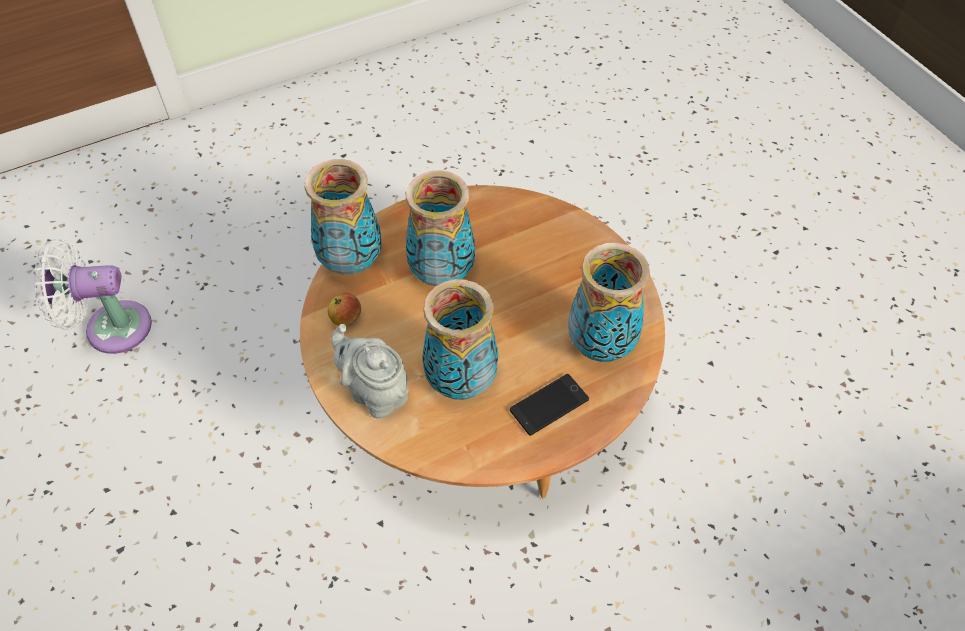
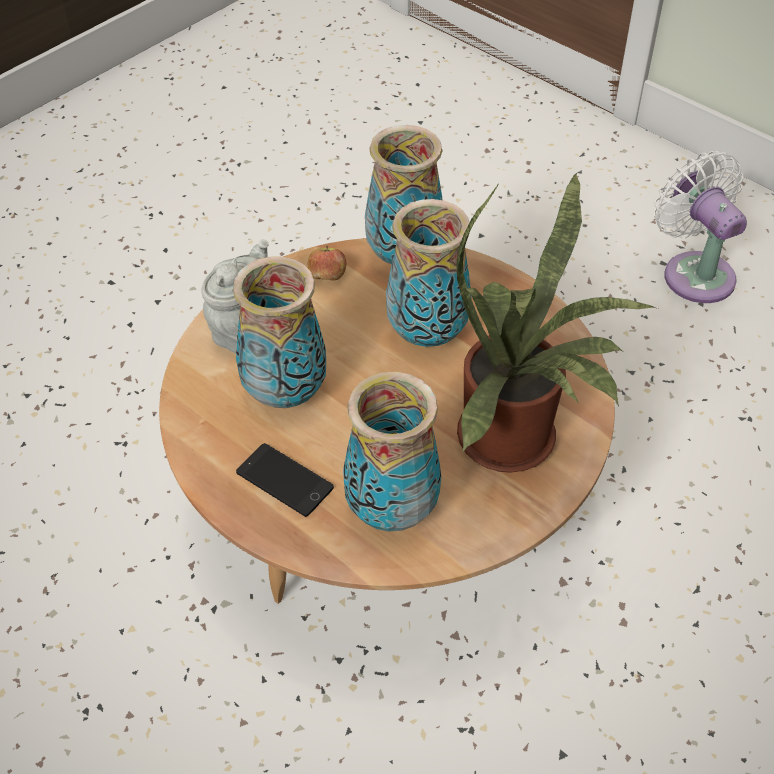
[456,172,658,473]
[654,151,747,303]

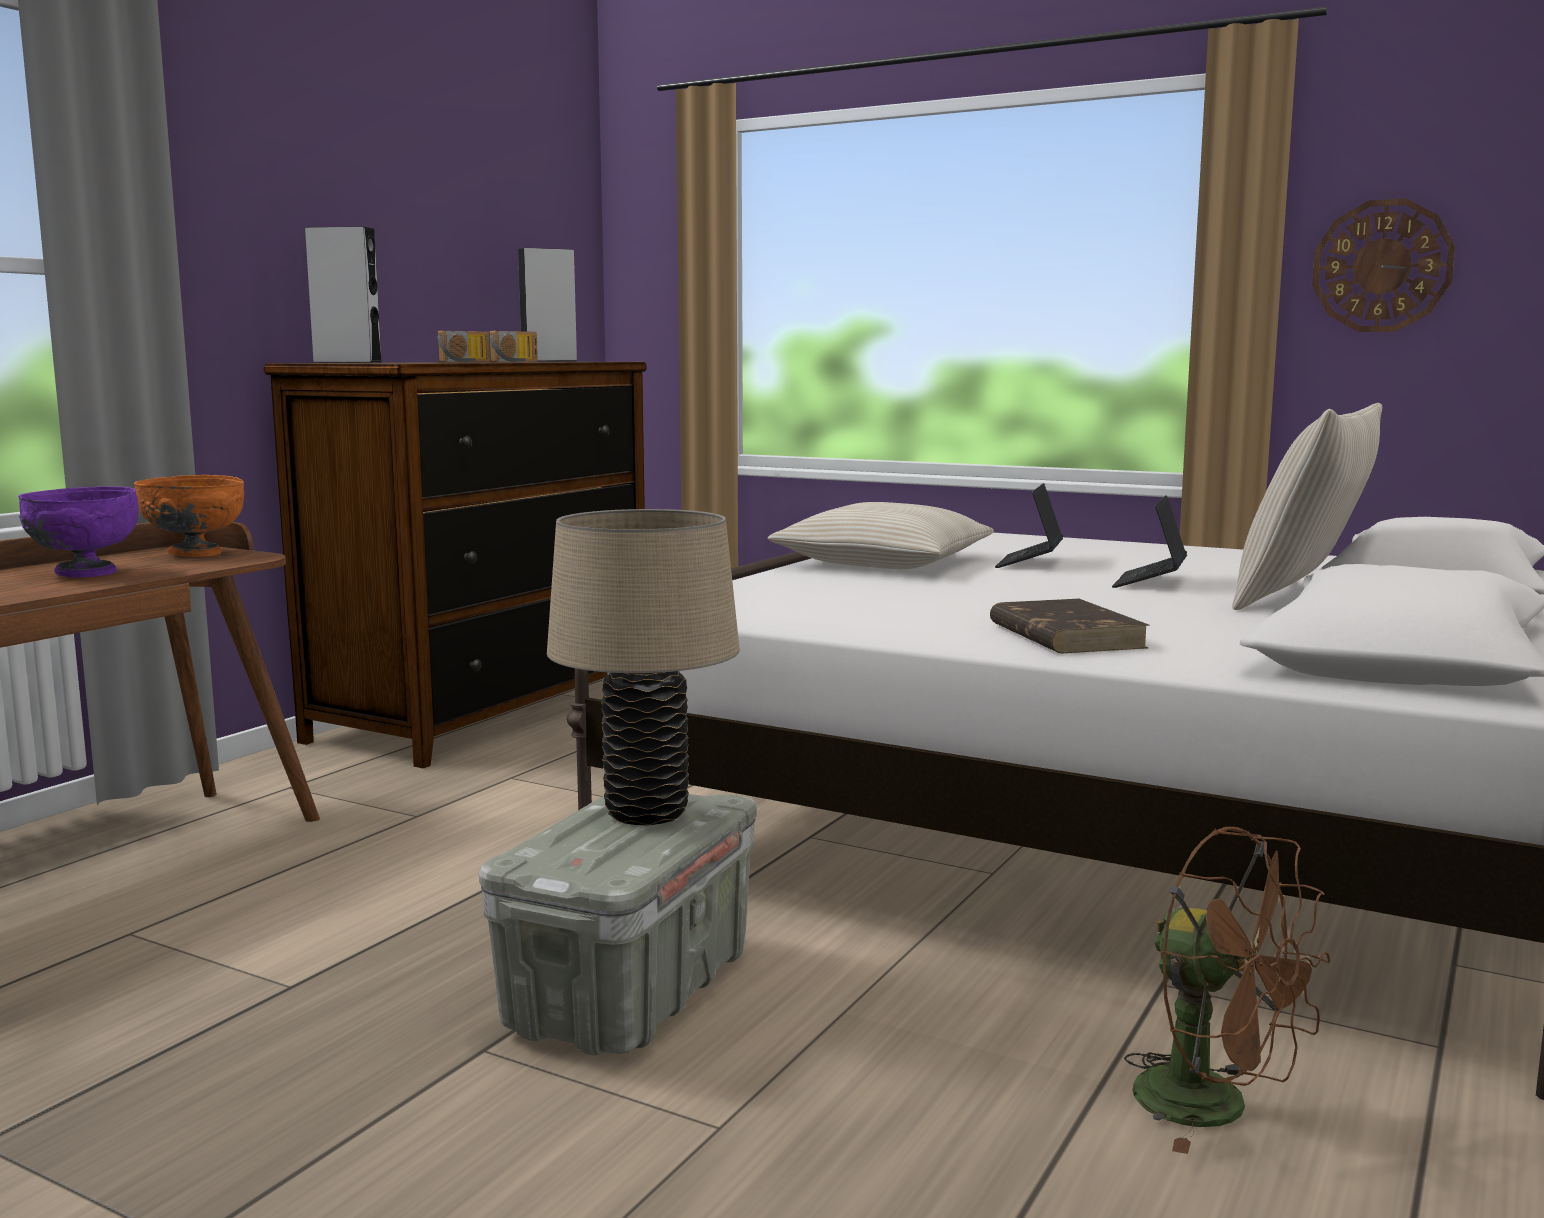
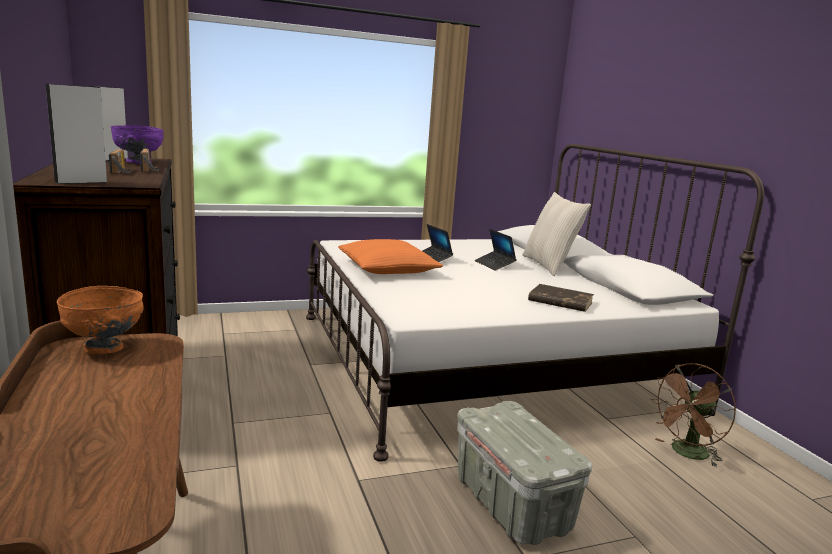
[111,125,164,164]
[338,239,443,274]
[651,363,736,467]
[547,509,740,825] (first image)
[1312,199,1455,332] (first image)

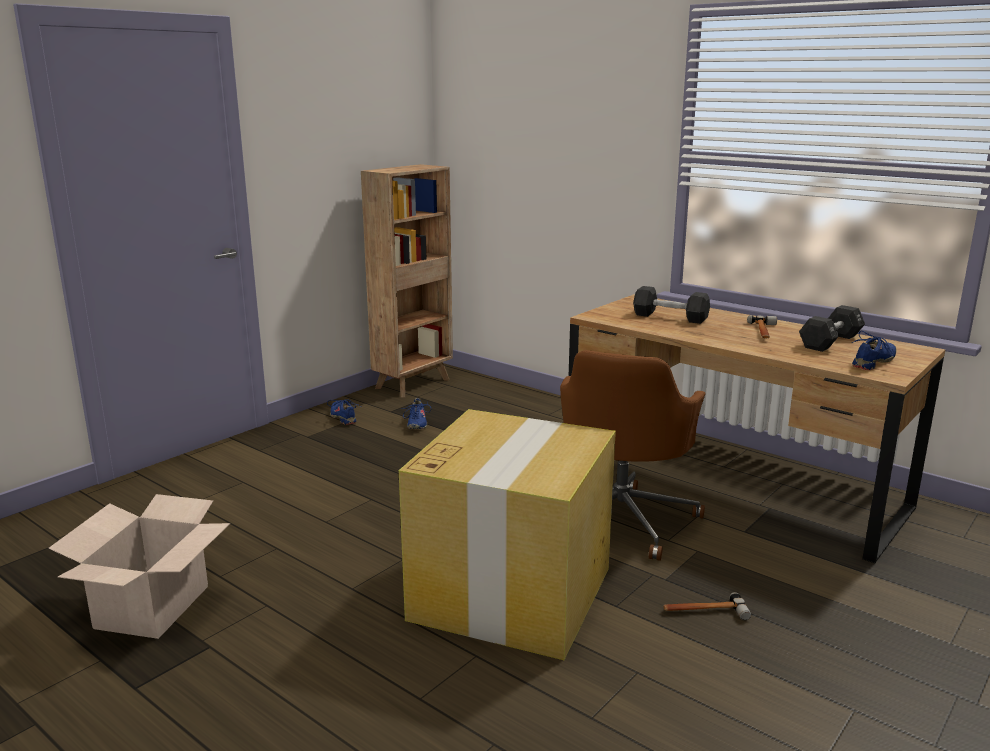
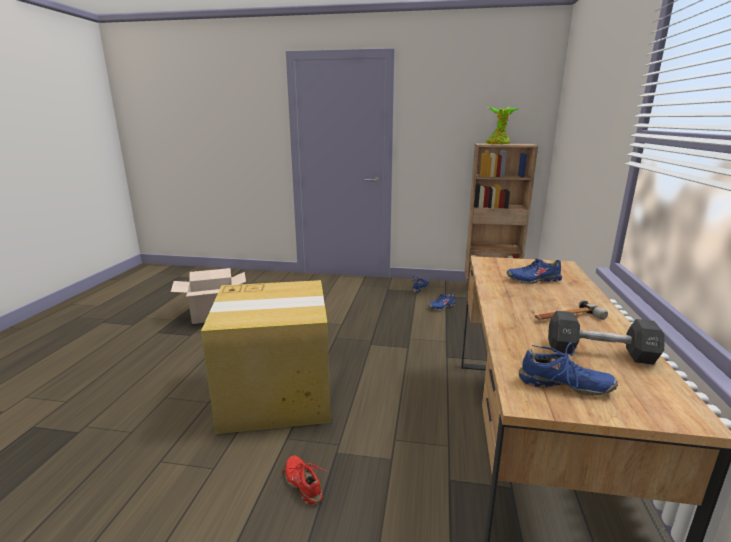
[283,455,328,505]
[486,107,520,144]
[507,258,562,284]
[560,350,706,561] (first image)

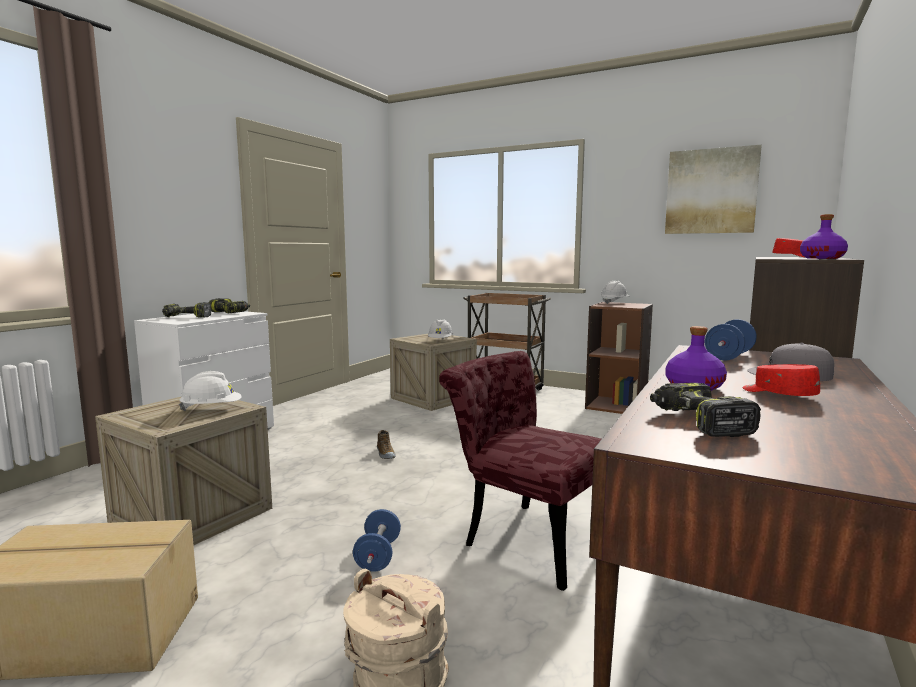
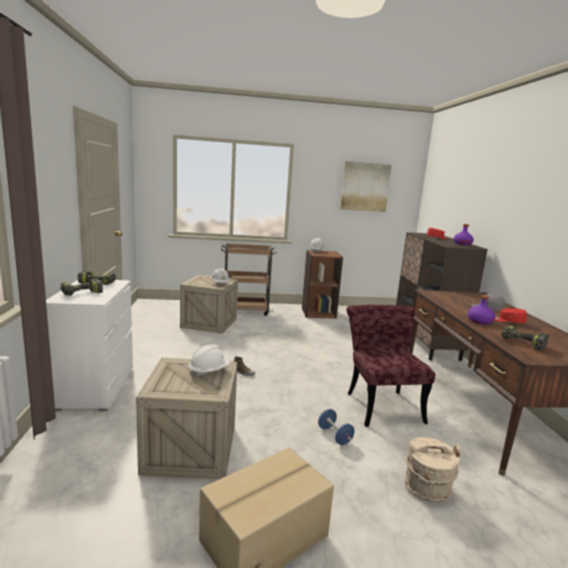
[346,305,435,427]
[705,319,757,360] (first image)

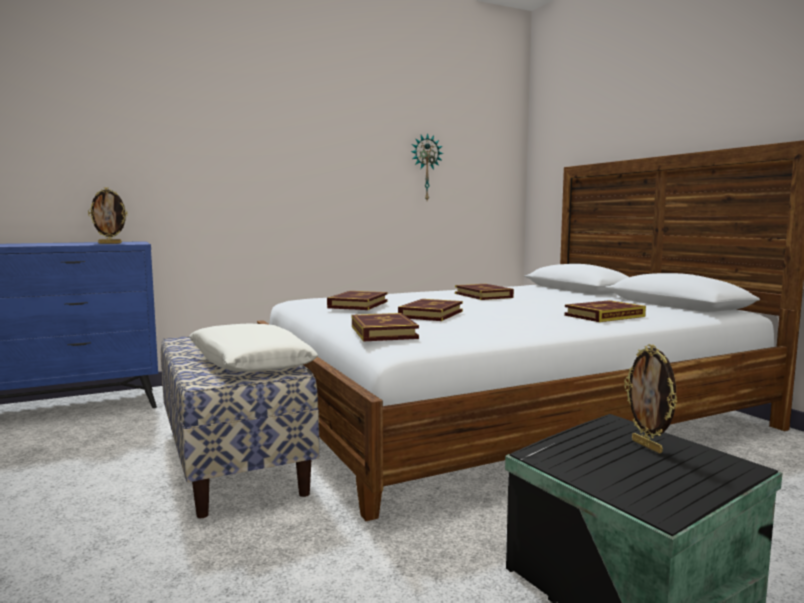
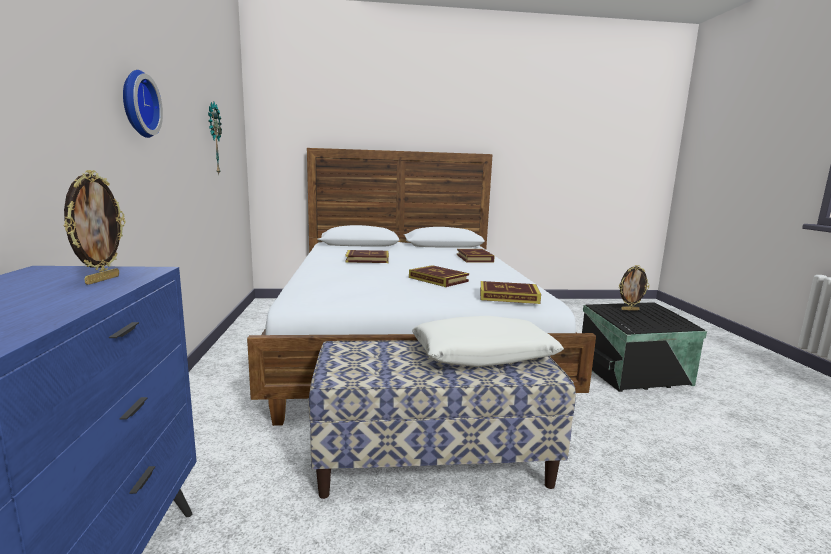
[123,70,163,138]
[327,291,388,310] (first image)

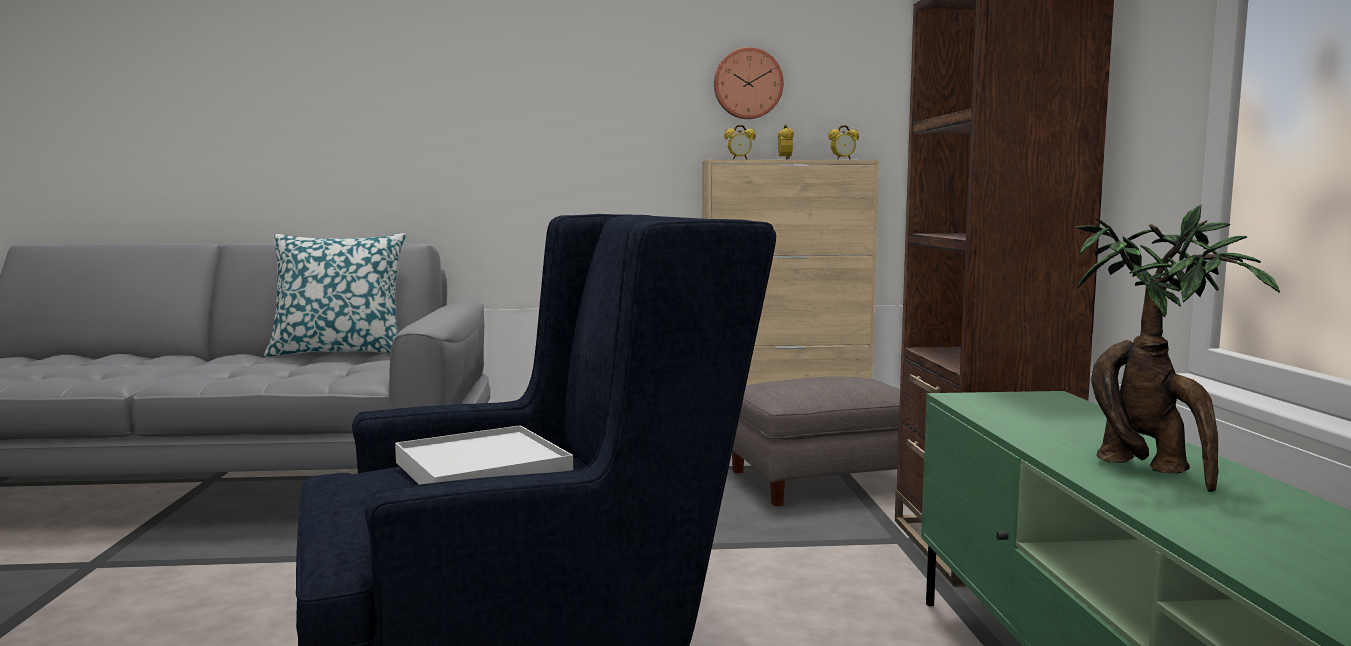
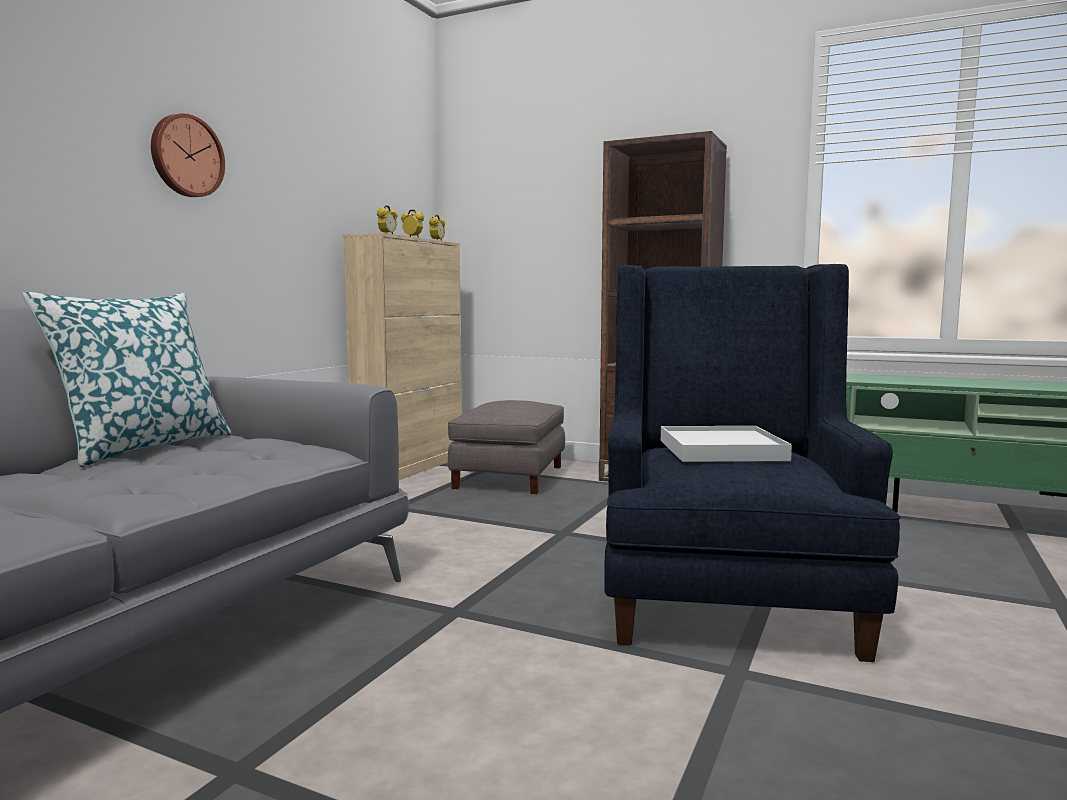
[151,113,225,197]
[1075,204,1280,492] (first image)

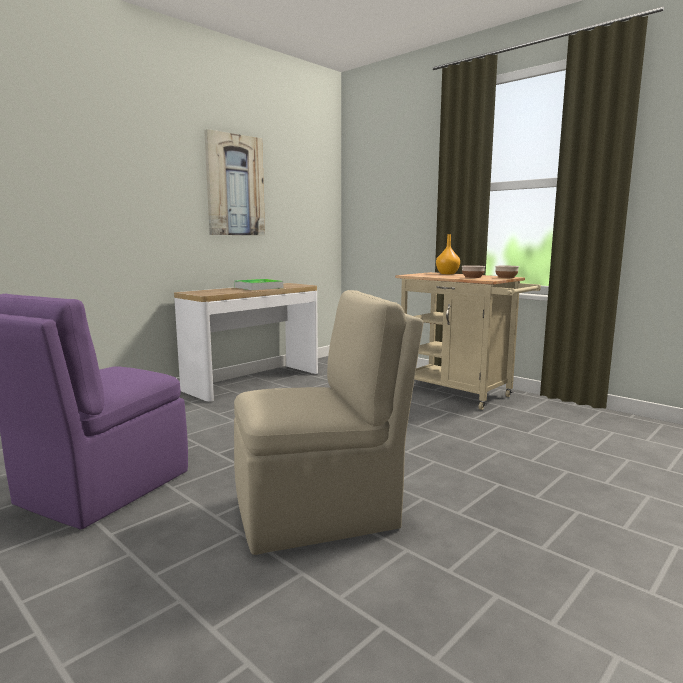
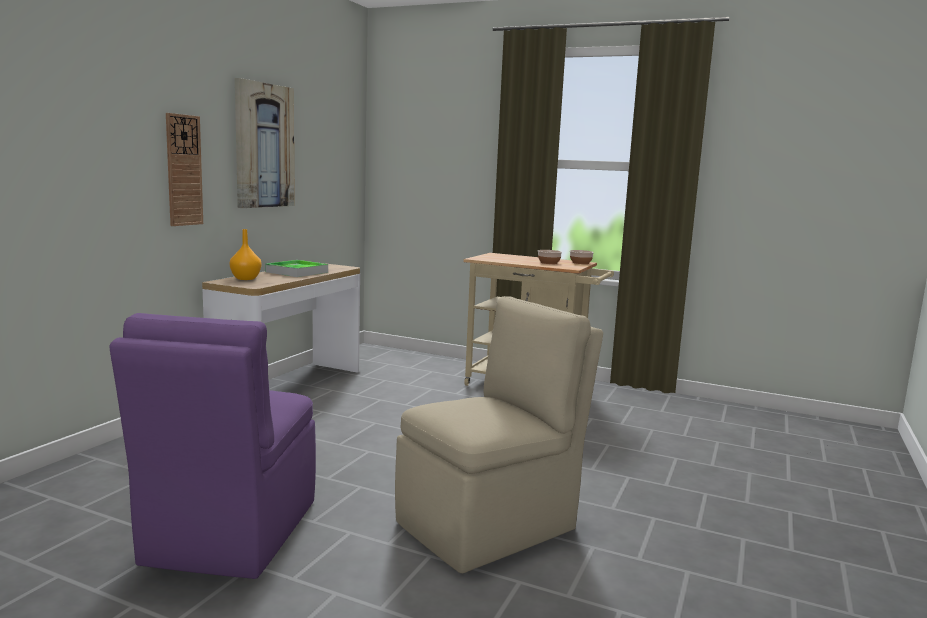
[166,113,203,226]
[230,229,262,280]

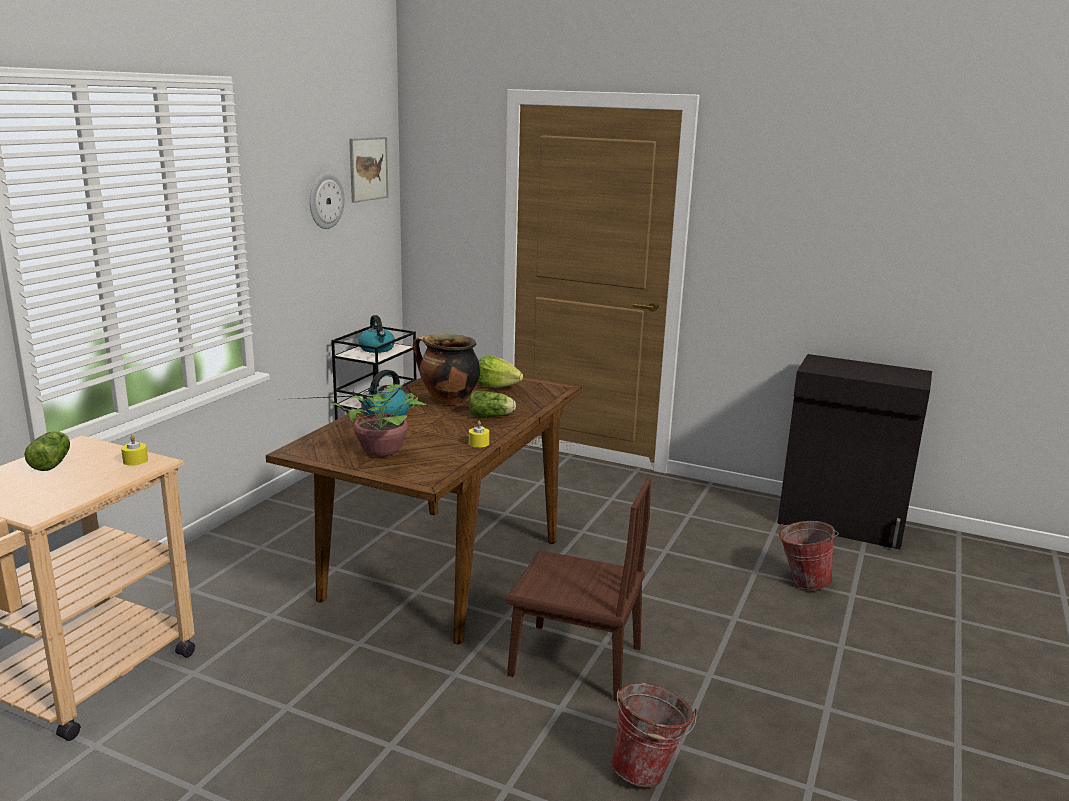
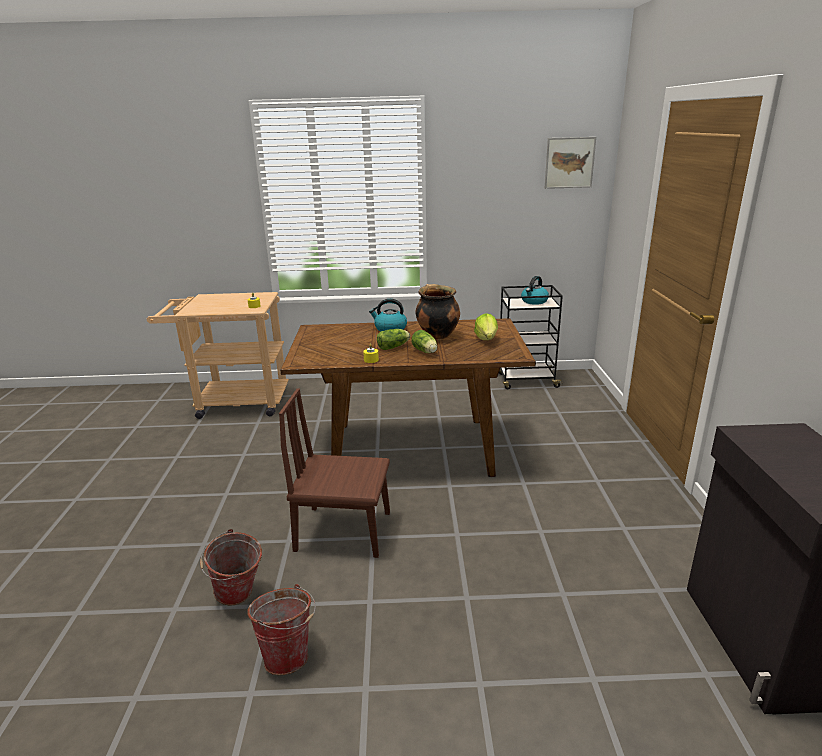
[247,584,316,675]
[279,388,390,558]
[377,329,410,350]
[276,381,426,457] (first image)
[310,173,345,229] (first image)

